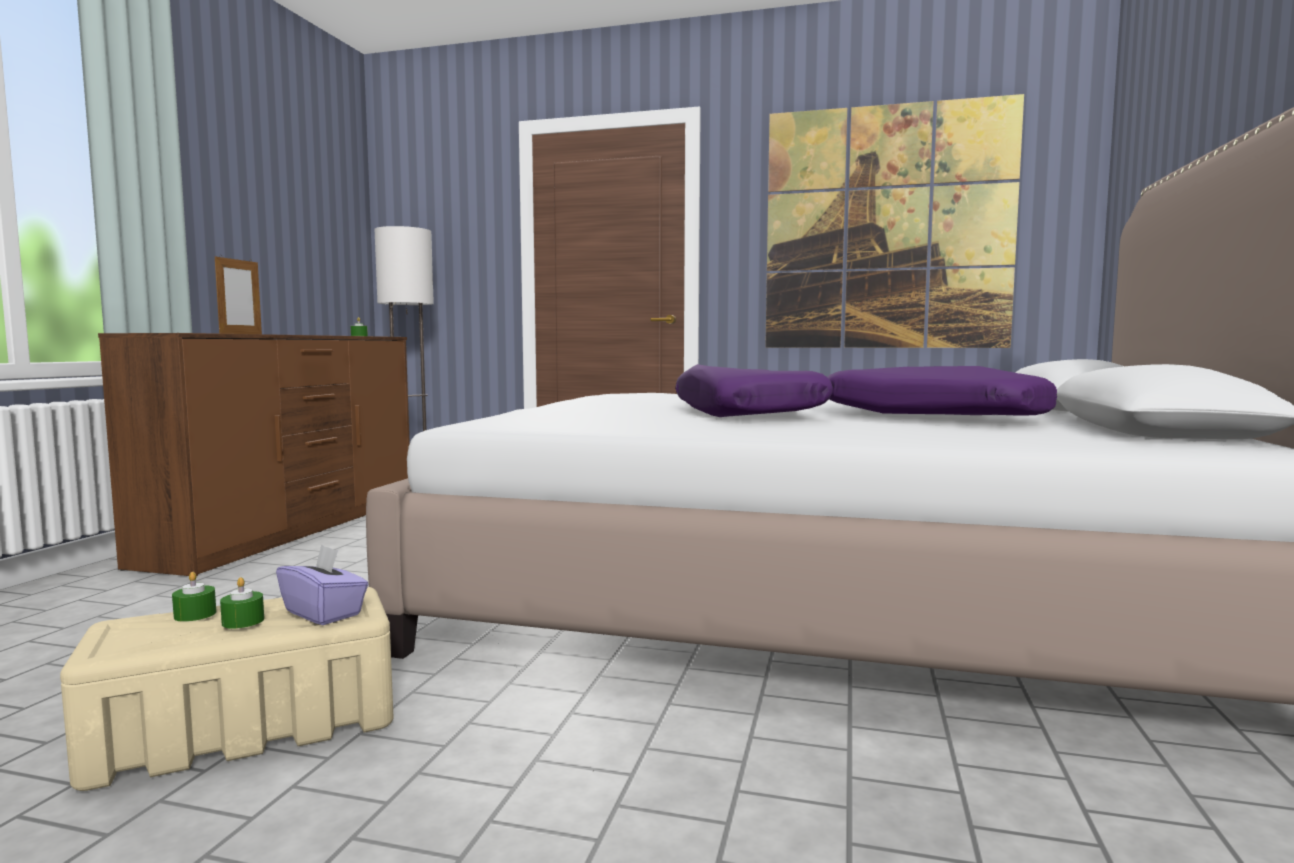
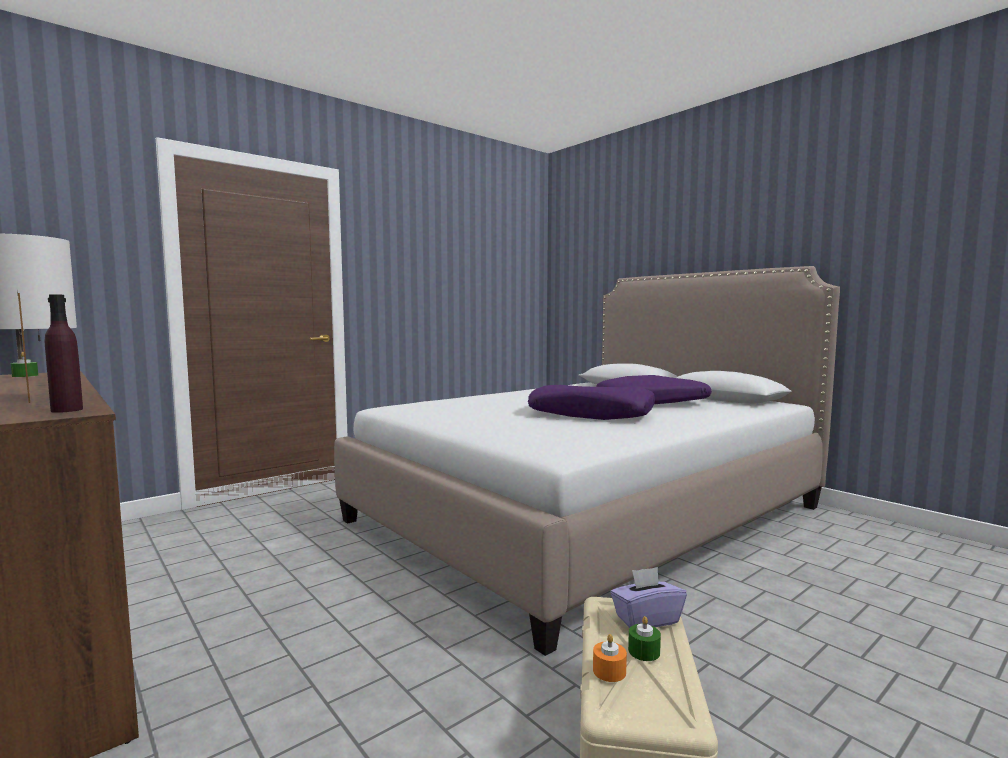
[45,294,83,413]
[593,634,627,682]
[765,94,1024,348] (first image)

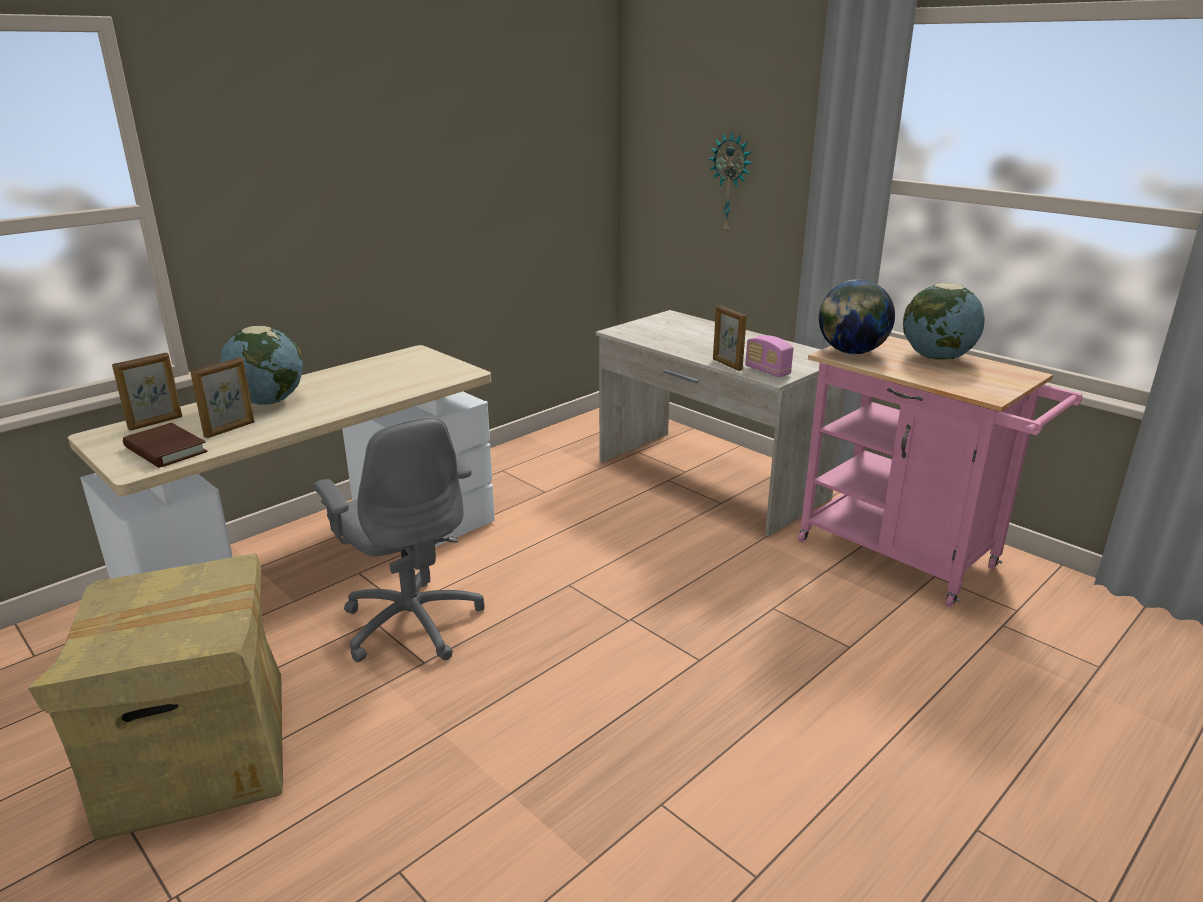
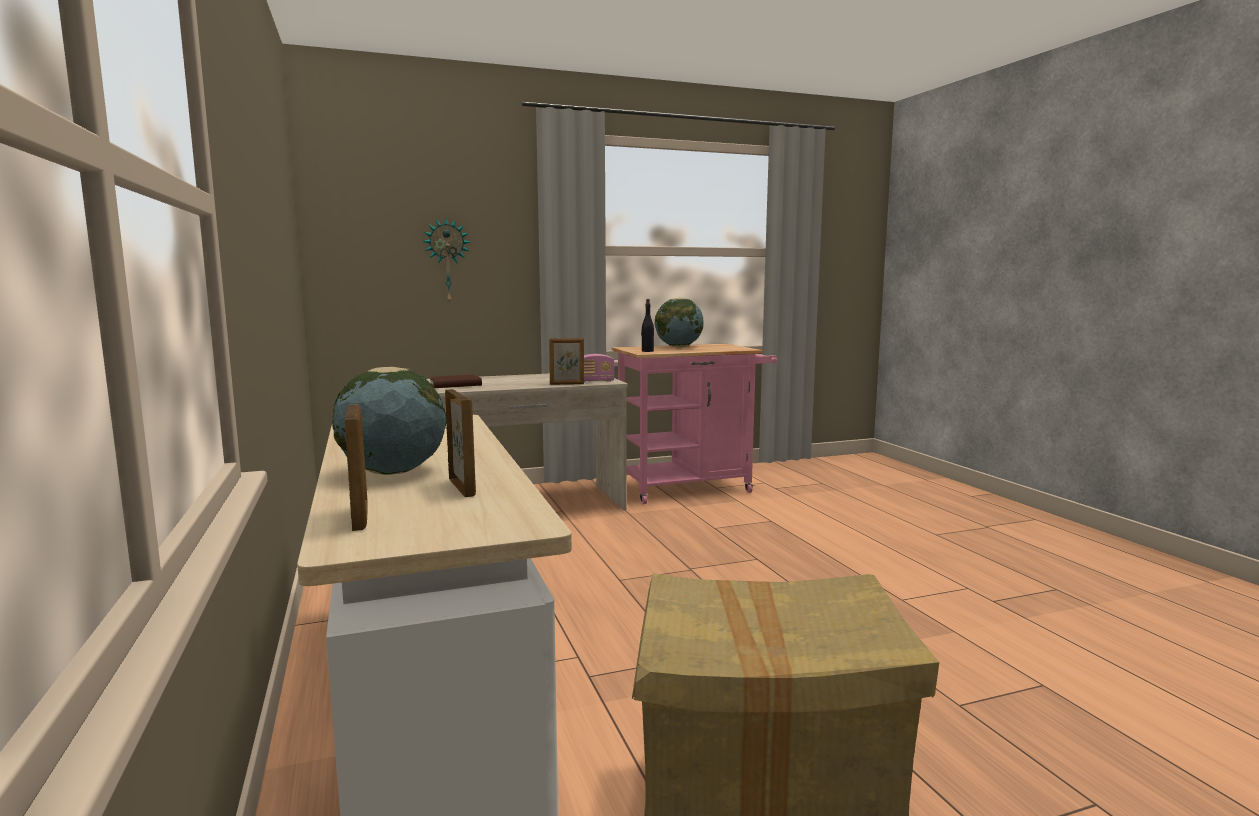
[429,374,482,388]
[641,299,654,352]
[313,417,485,662] (first image)

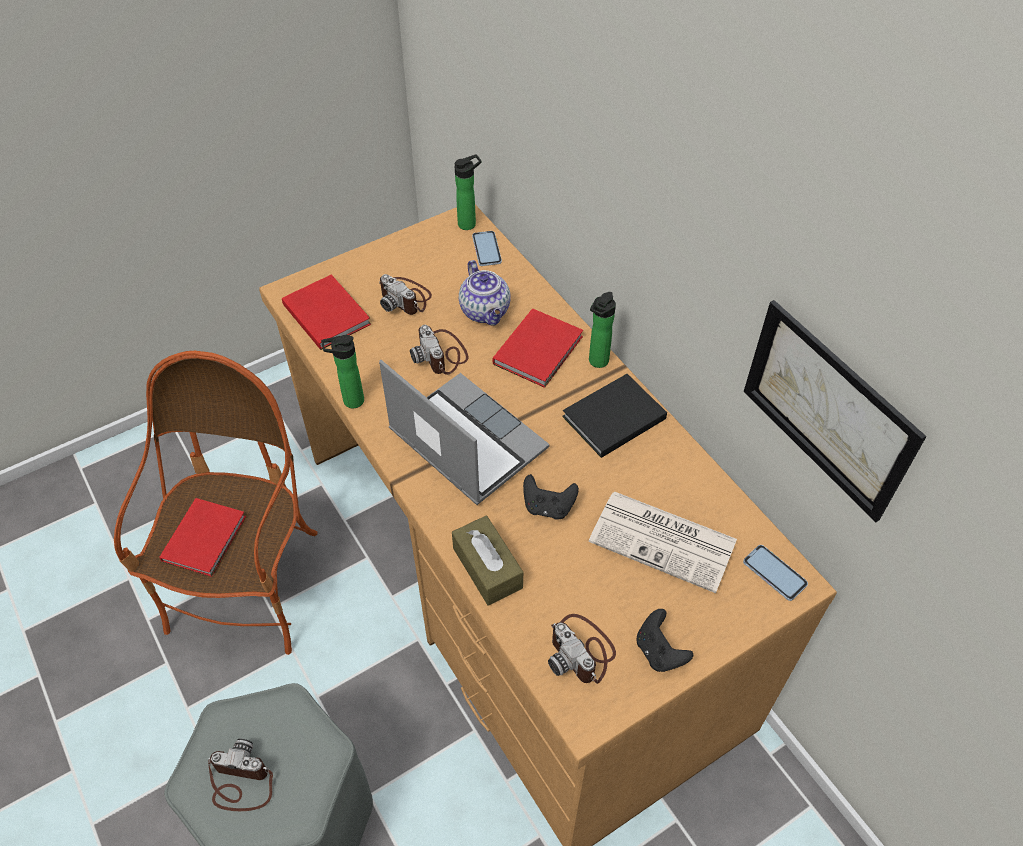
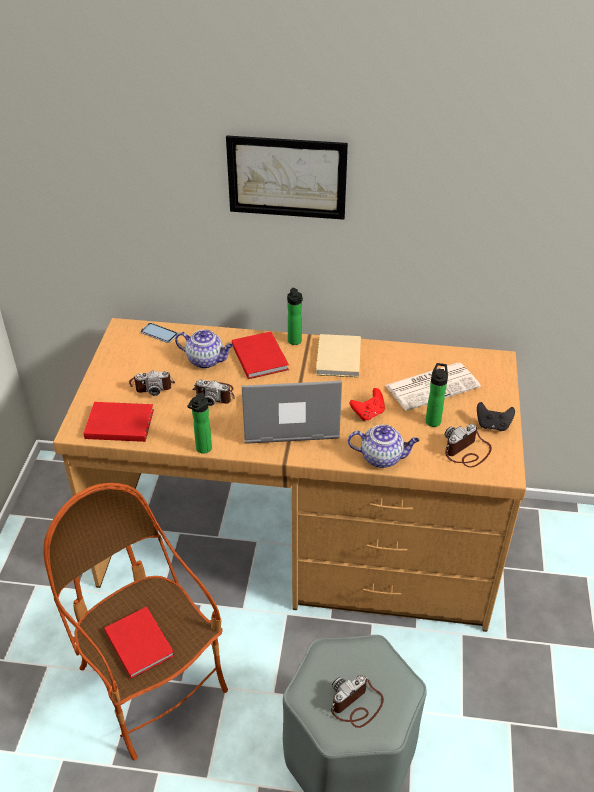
[226,136,348,220]
[316,334,361,377]
[348,424,419,468]
[350,388,385,421]
[426,363,448,427]
[445,424,492,468]
[743,545,808,601] (first image)

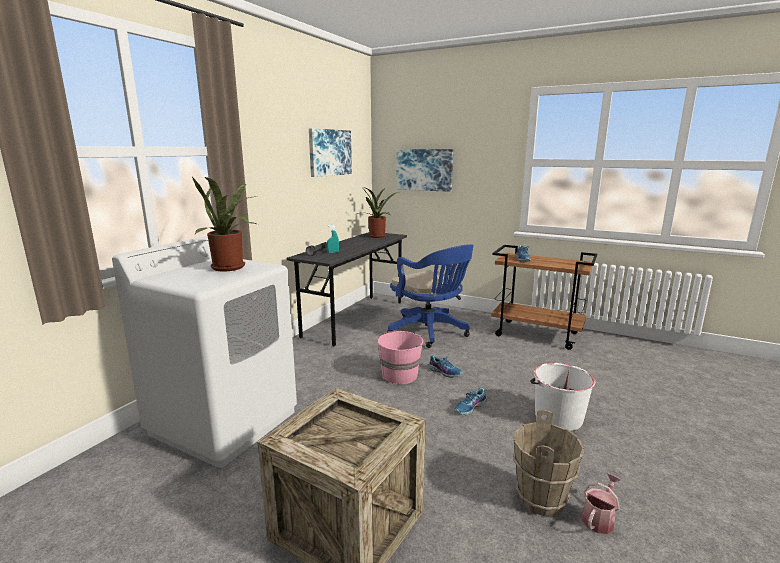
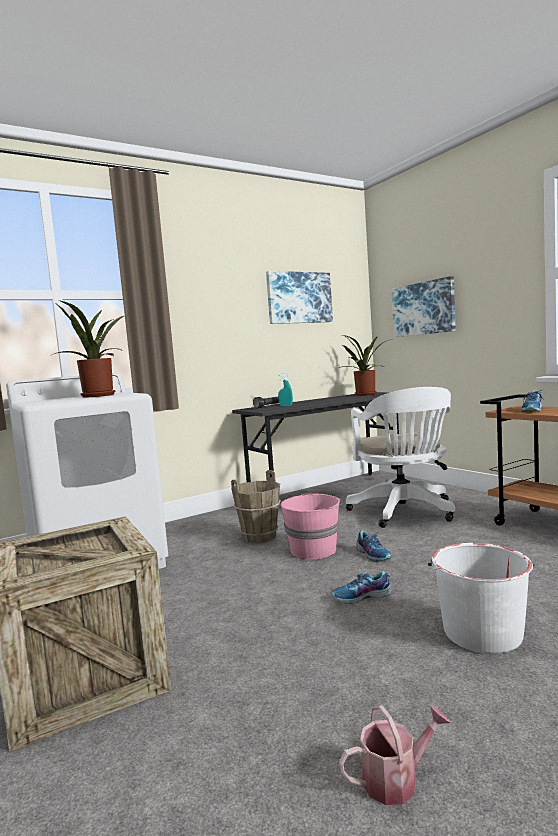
[231,470,281,543]
[346,387,455,528]

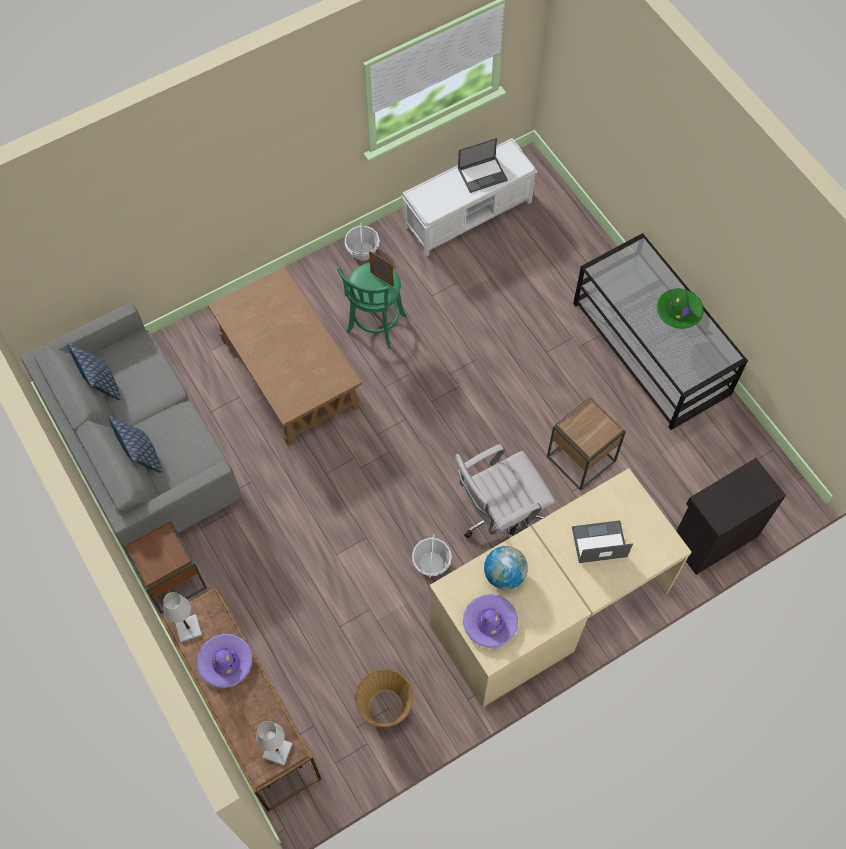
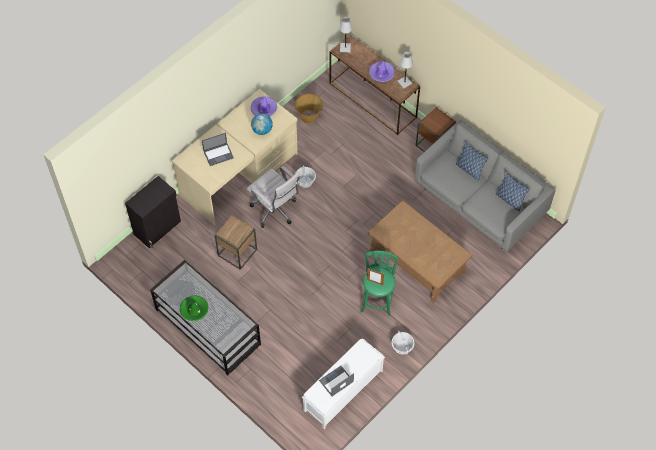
[247,166,300,228]

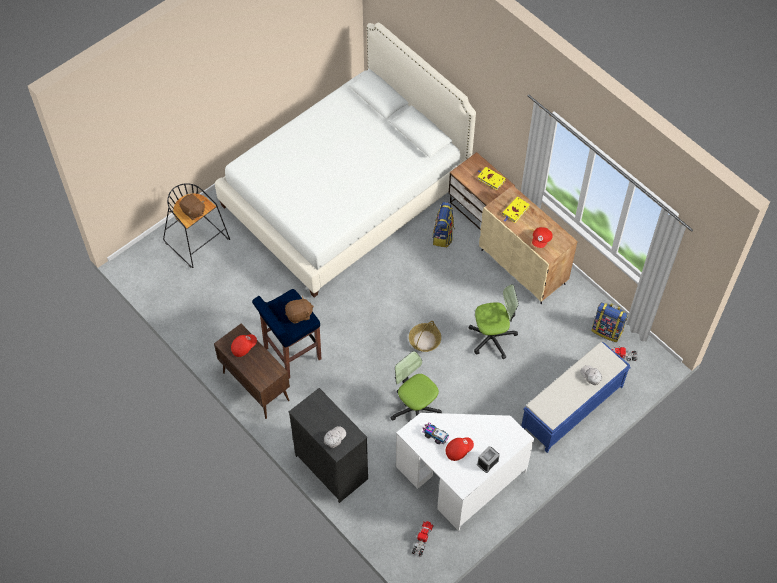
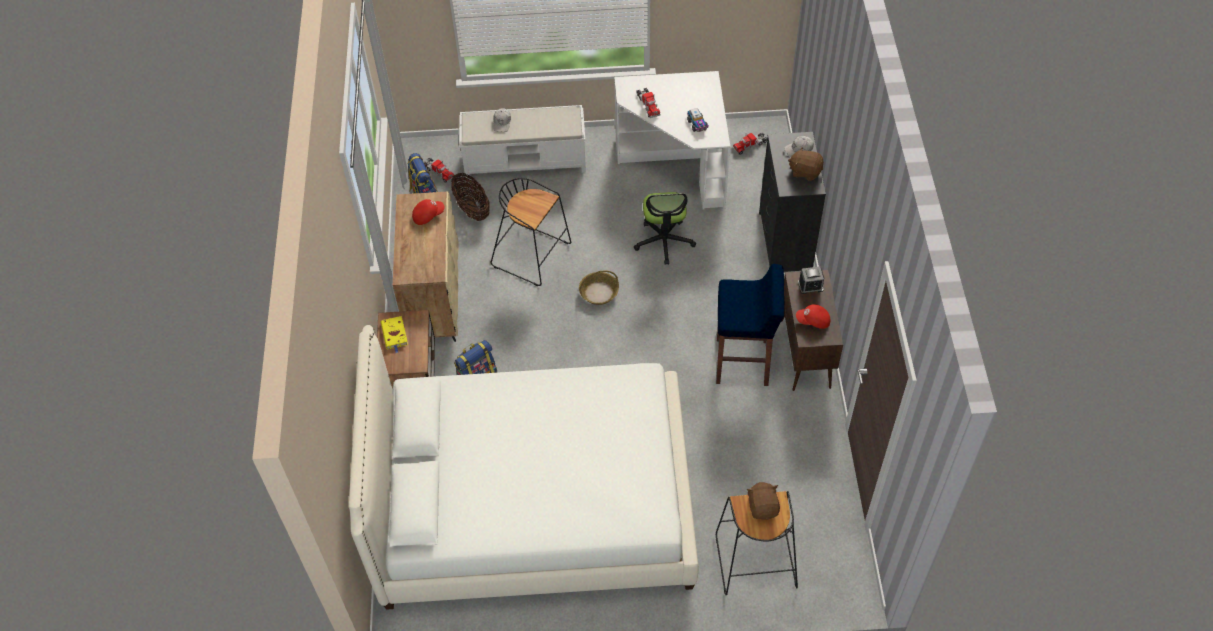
[451,173,489,221]
[459,105,586,179]
[491,178,571,286]
[636,88,660,118]
[788,148,824,181]
[798,267,824,294]
[446,437,474,461] (first image)
[502,197,530,223] (first image)

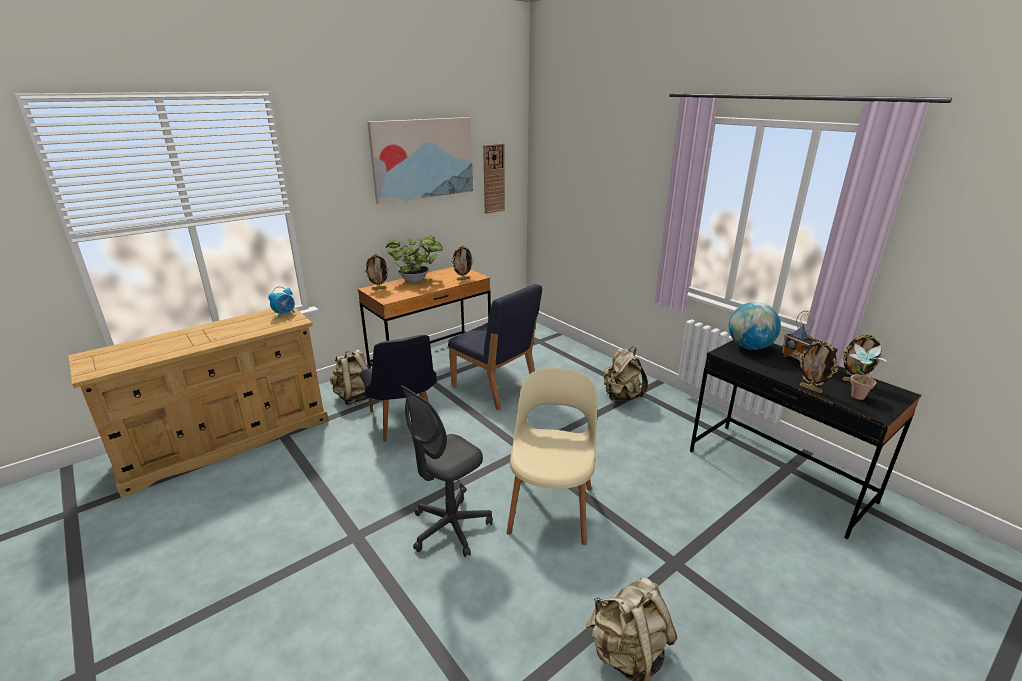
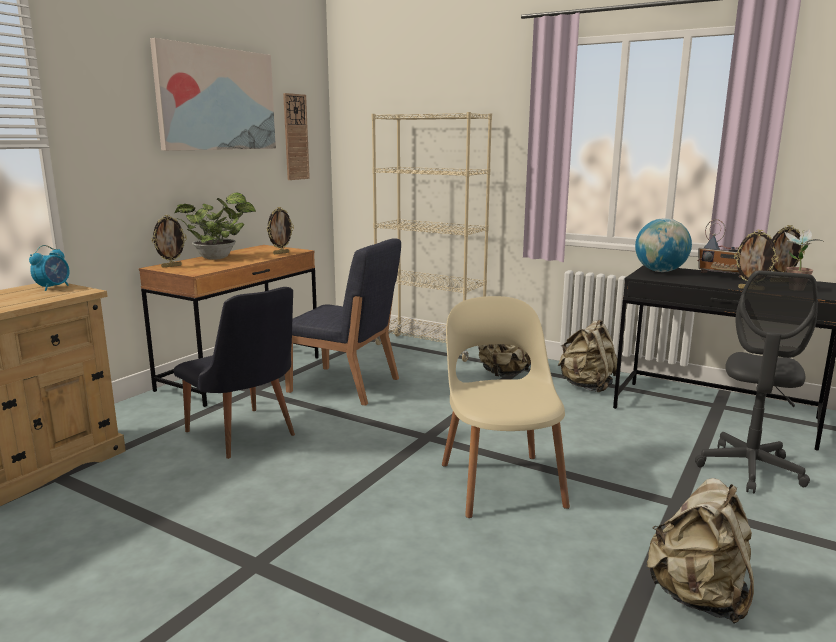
[372,112,492,362]
[557,320,617,392]
[695,270,818,494]

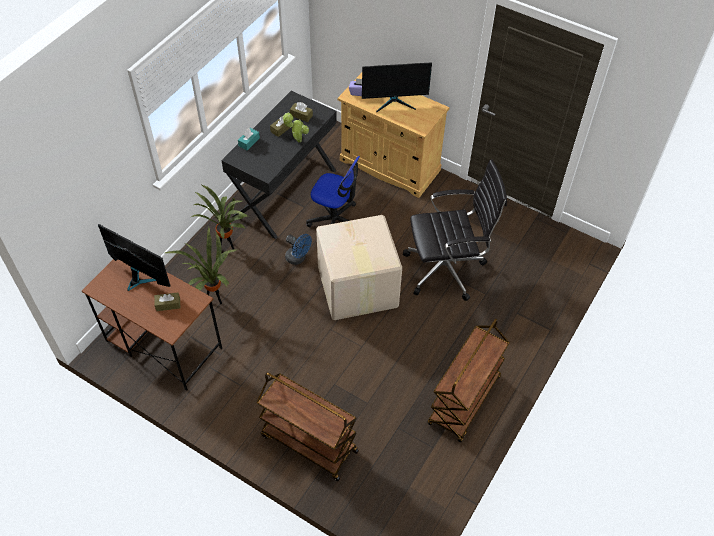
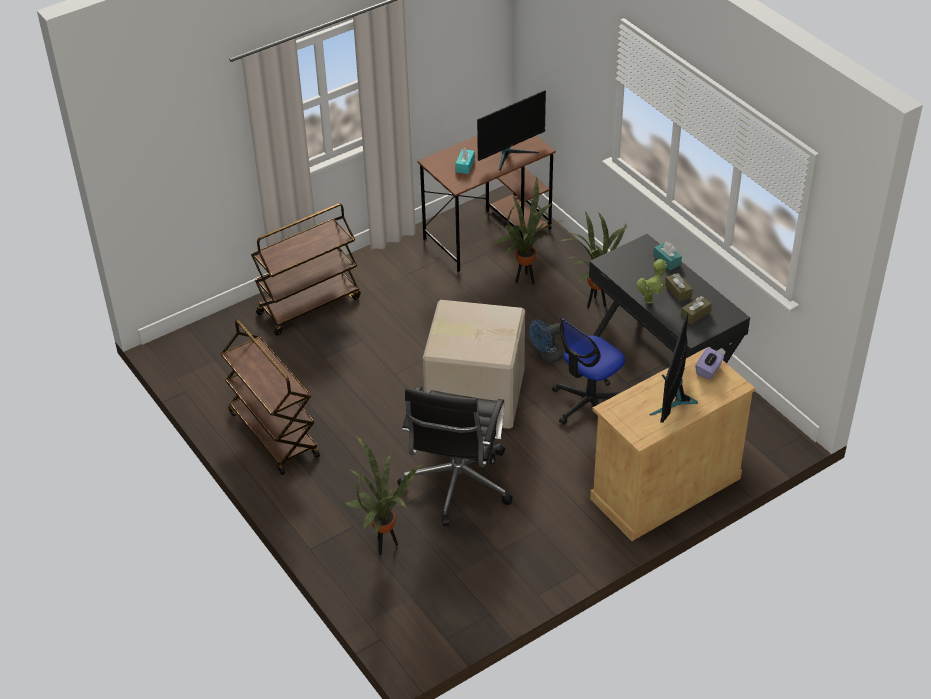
[345,435,425,555]
[456,148,475,174]

